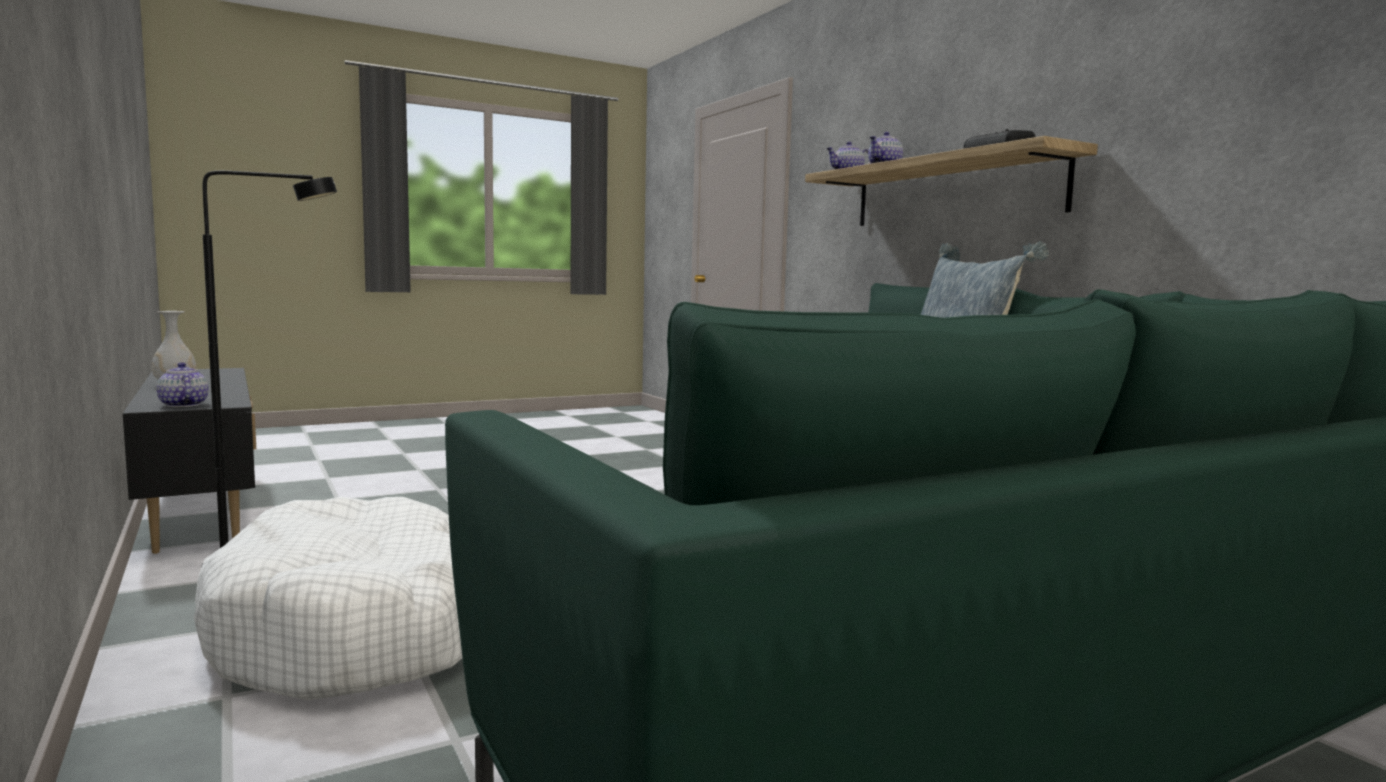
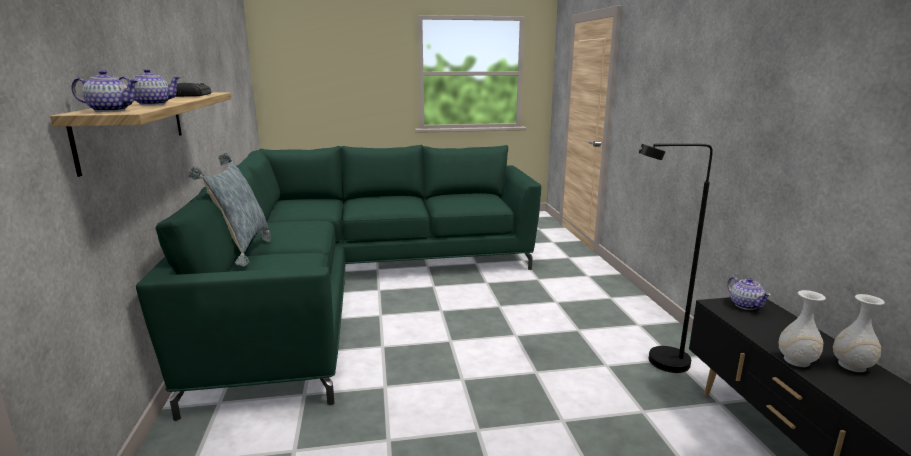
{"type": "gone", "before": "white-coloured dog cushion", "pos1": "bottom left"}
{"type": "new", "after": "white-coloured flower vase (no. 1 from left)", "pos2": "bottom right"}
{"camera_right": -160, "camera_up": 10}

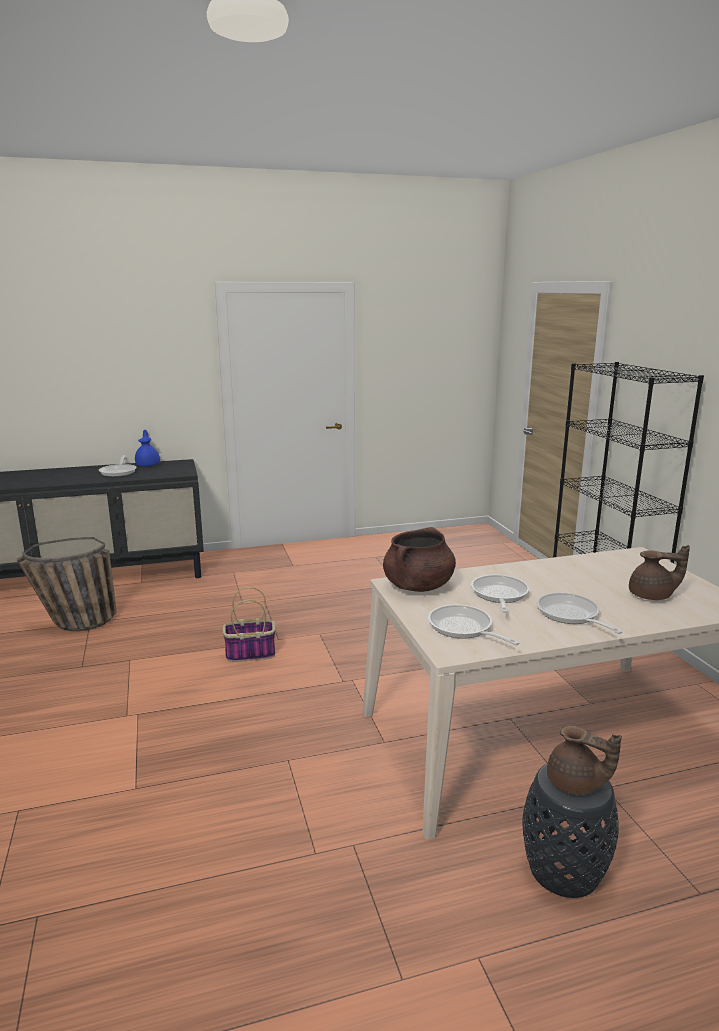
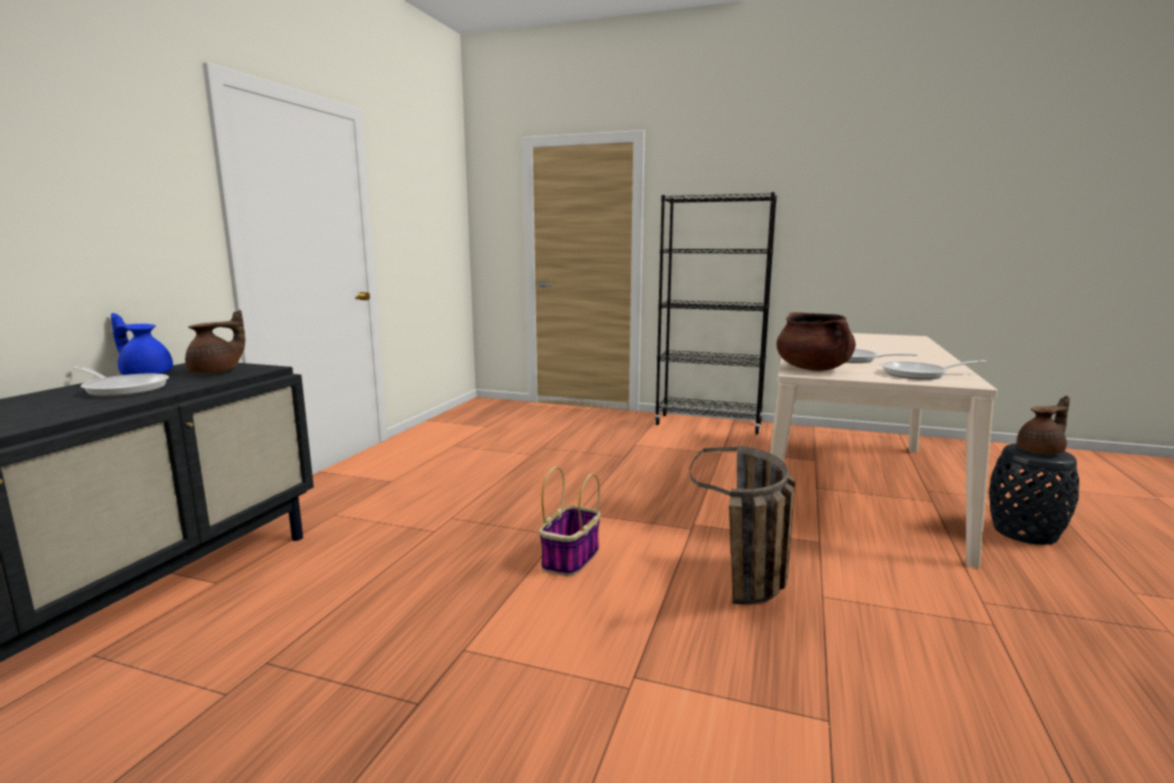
{"type": "gone", "before": "skillet (no. 4 from left)", "pos1": "middle right"}
{"type": "shifted", "before": "household basket (no. 1 from left in the first image)", "after": "household basket (no. 2 from left)", "pos1": "middle left", "pos2": "bottom centre"}
{"type": "shifted", "before": "brownish teapot (no. 2 from left in the first image)", "after": "brownish teapot (no. 1 from left)", "pos1": "middle right", "pos2": "middle left"}
{"camera_right": -55, "camera_up": -5}

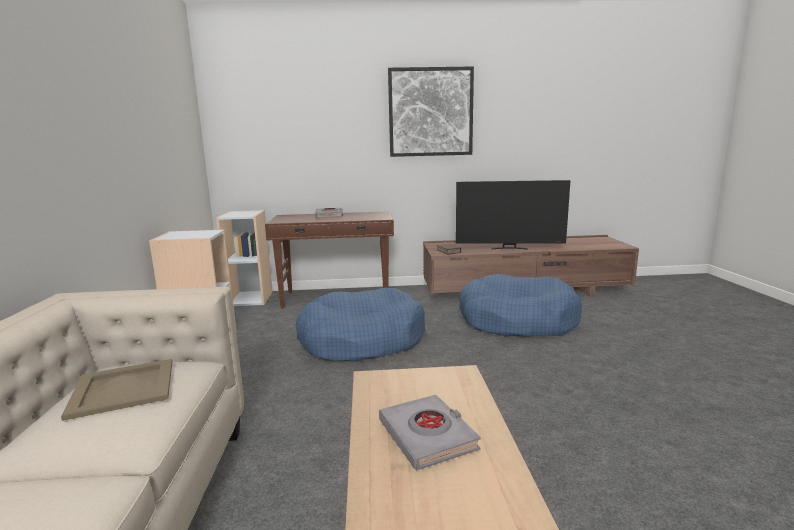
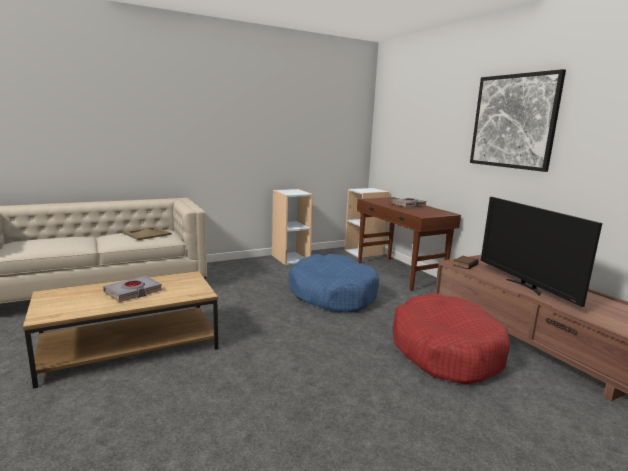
{"type": "repainted", "before": "blue-coloured dog cushion (no. 2 from left)", "after": "red-coloured dog cushion", "pos1": "centre", "pos2": "bottom right"}
{"camera_right": 65, "camera_up": 0}

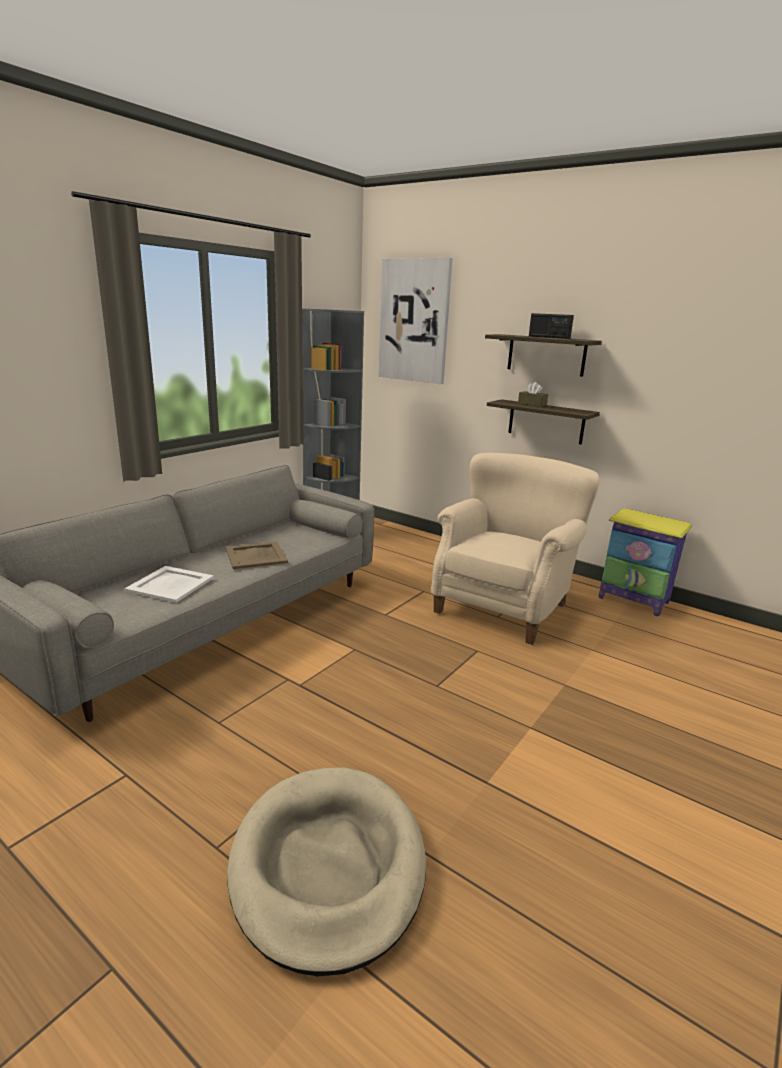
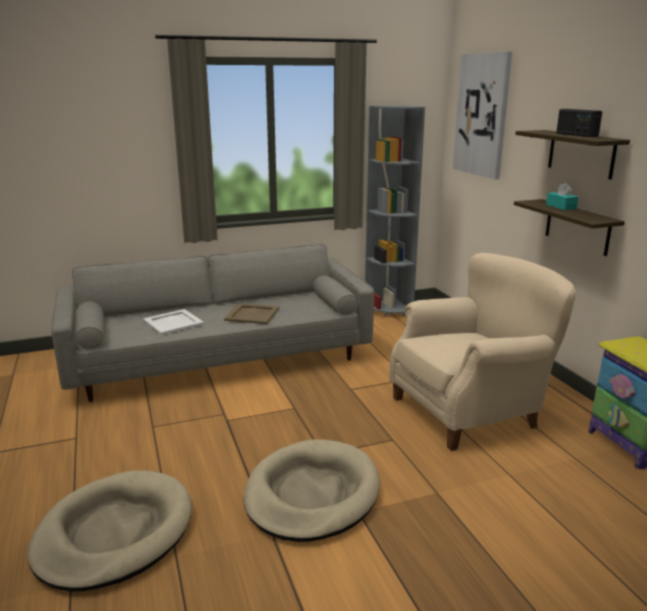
{"type": "new", "after": "sand-coloured dog cushion (no. 2 from left)", "pos2": "bottom centre"}
{"type": "repainted", "before": "brownish box of tissues", "after": "blue-green box of tissues", "pos1": "middle right", "pos2": "top right"}
{"camera_right": 35, "camera_up": 0}

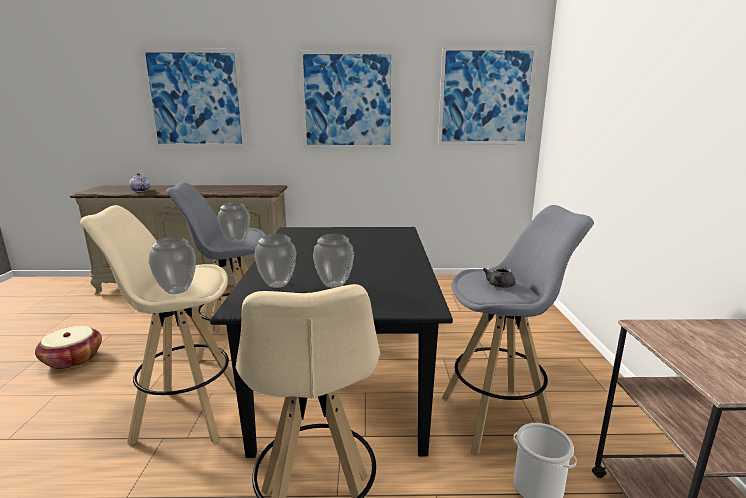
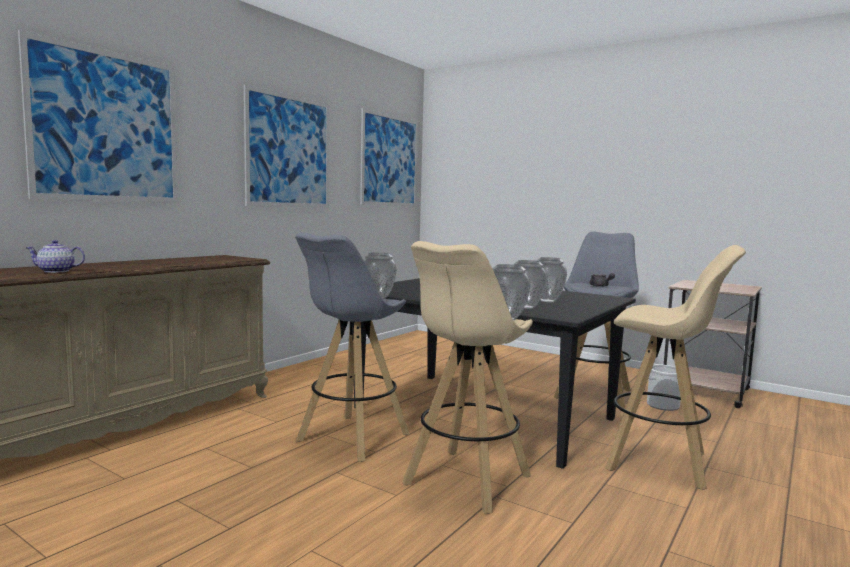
{"type": "gone", "before": "household basket", "pos1": "bottom left"}
{"camera_right": -55, "camera_up": -10}

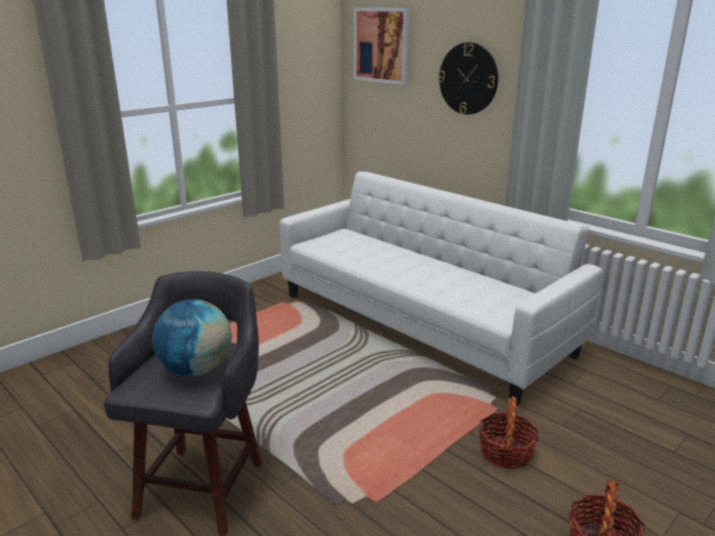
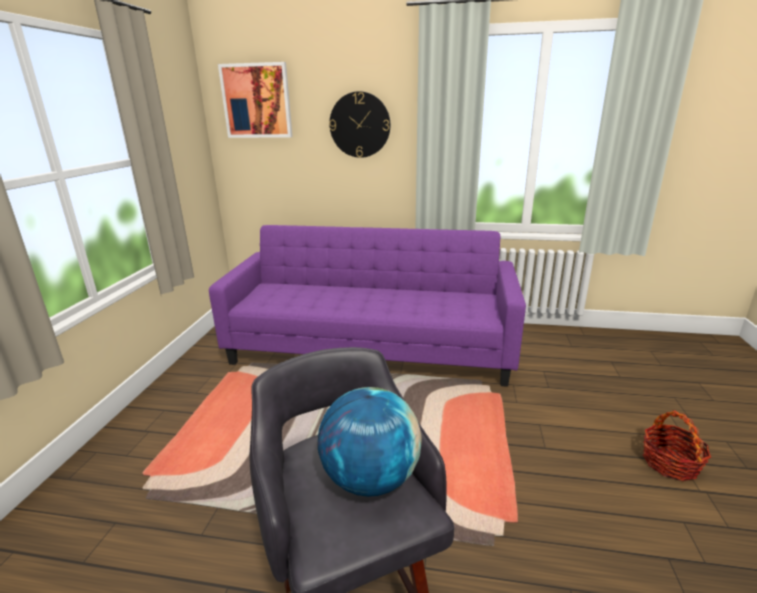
{"type": "gone", "before": "household basket (no. 1 from left)", "pos1": "bottom right"}
{"type": "repainted", "before": "white-coloured sofa", "after": "purple-coloured sofa", "pos1": "centre", "pos2": "centre"}
{"camera_right": -35, "camera_up": 0}

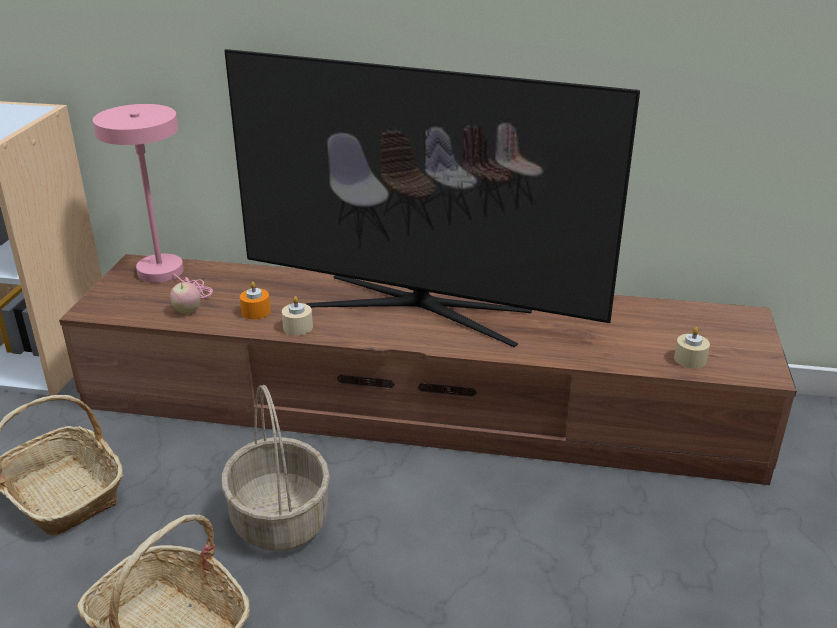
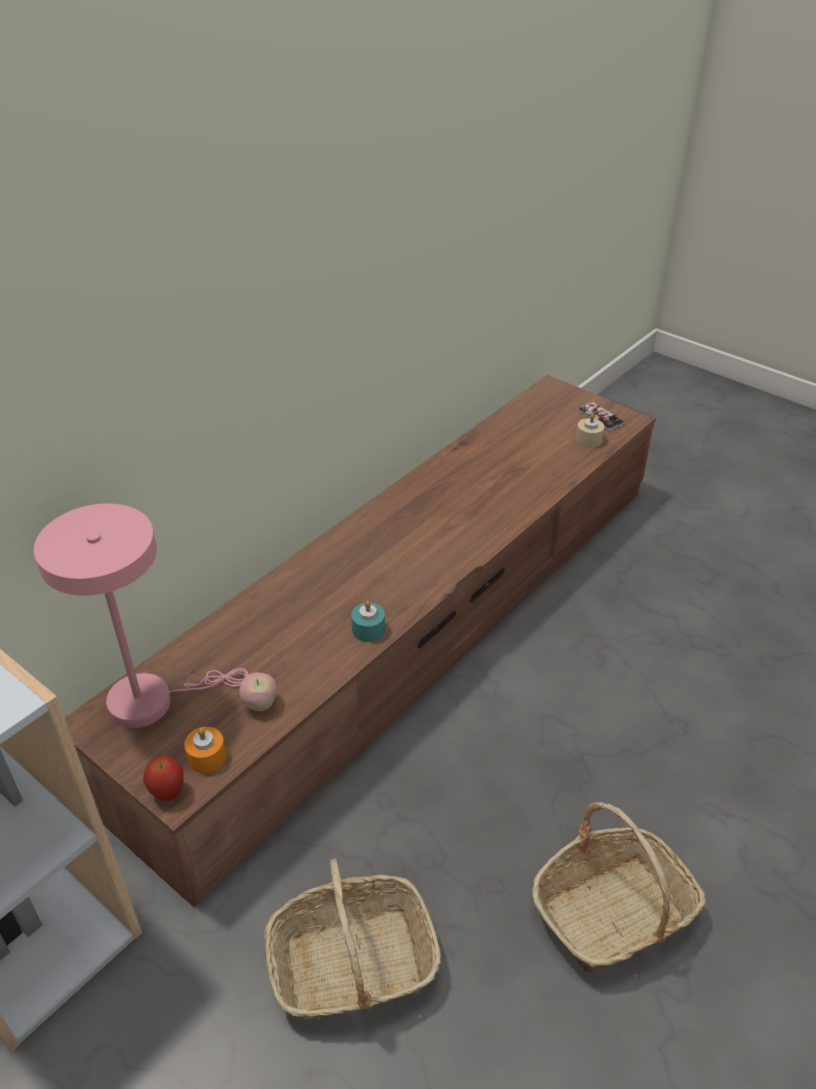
{"type": "gone", "before": "household basket (no. 3 from left)", "pos1": "bottom left"}
{"type": "gone", "before": "TV", "pos1": "top centre"}
{"type": "new", "after": "whole apple (no. 1 from left)", "pos2": "bottom left"}
{"type": "new", "after": "telephone", "pos2": "middle right"}
{"type": "shifted", "before": "orange-coloured wax light", "pos1": "middle left", "pos2": "bottom left"}
{"type": "repainted", "before": "sand-coloured wax light (no. 1 from left)", "after": "blue-green wax light", "pos1": "centre", "pos2": "centre"}
{"camera_right": -60, "camera_up": 10}

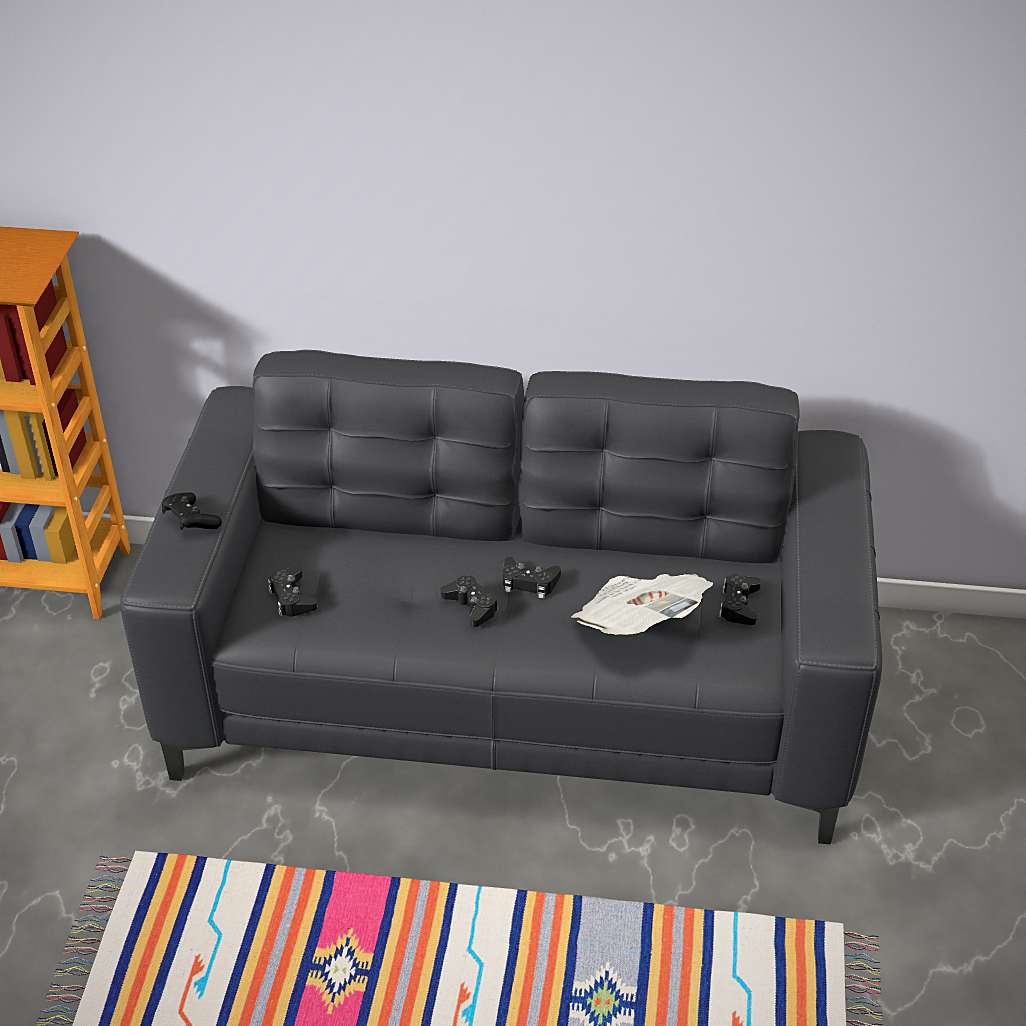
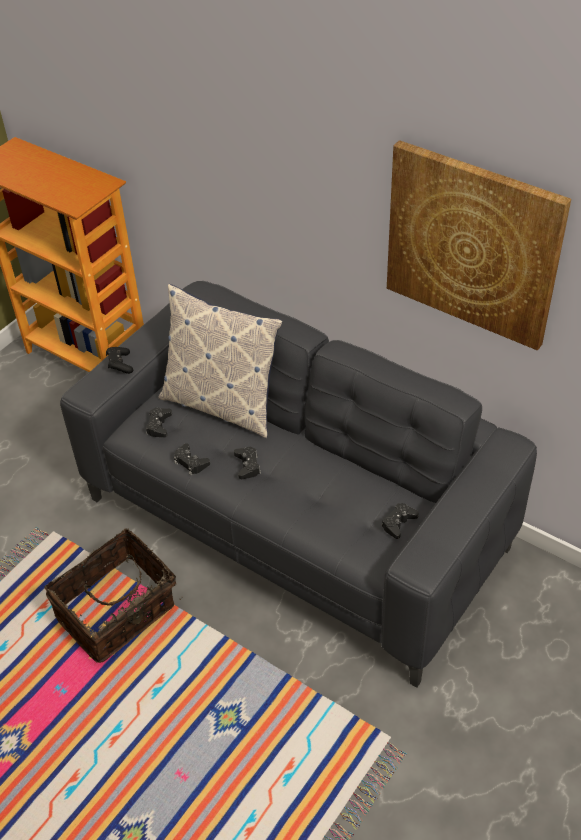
{"type": "gone", "before": "newspaper", "pos1": "centre"}
{"type": "new", "after": "household basket", "pos2": "bottom left"}
{"type": "new", "after": "throw pillow", "pos2": "centre"}
{"type": "new", "after": "wall picture", "pos2": "top right"}
{"type": "shifted", "before": "black gamepad (no. 4 from left in the first image)", "after": "black gamepad (no. 3 from left)", "pos1": "centre", "pos2": "middle left"}
{"camera_right": 30, "camera_up": 5}

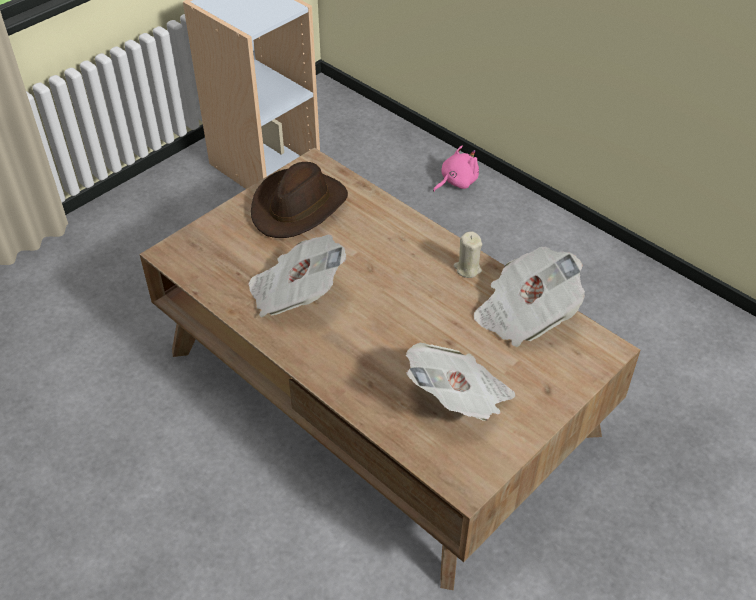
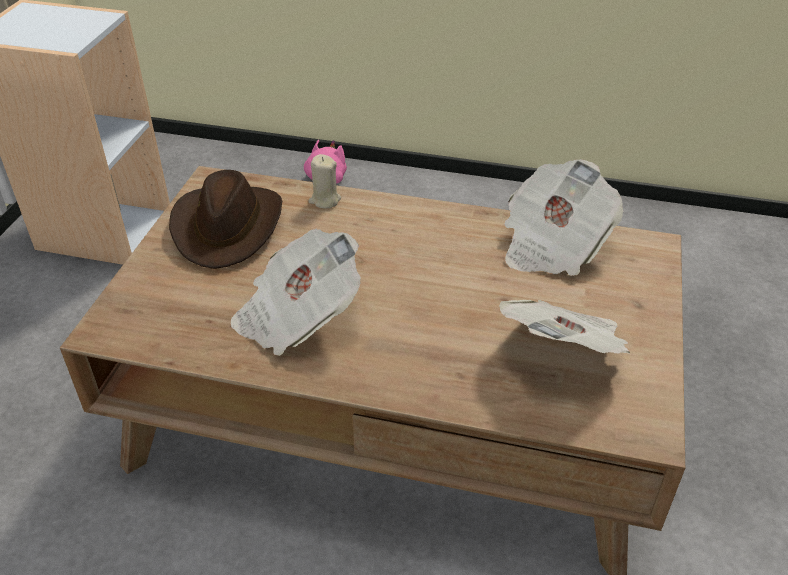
{"type": "shifted", "before": "sand-coloured wax light", "pos1": "centre", "pos2": "top centre"}
{"camera_right": -30, "camera_up": -5}

